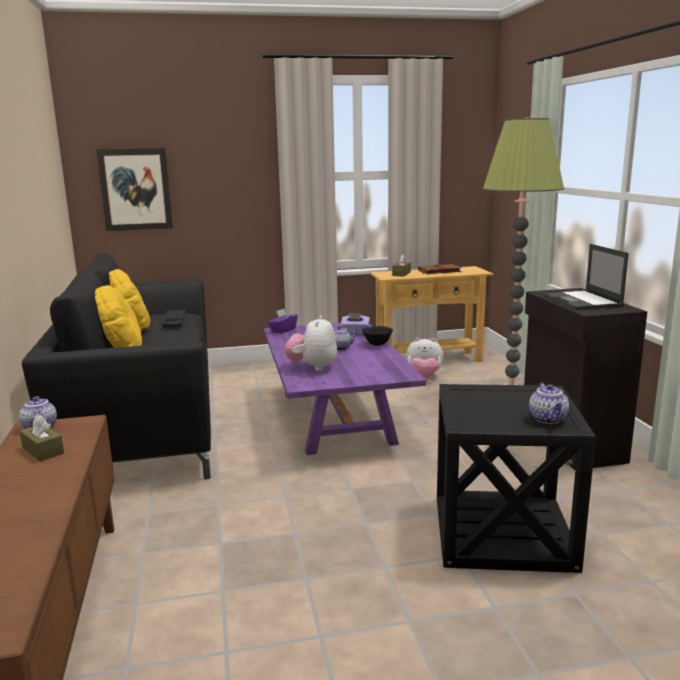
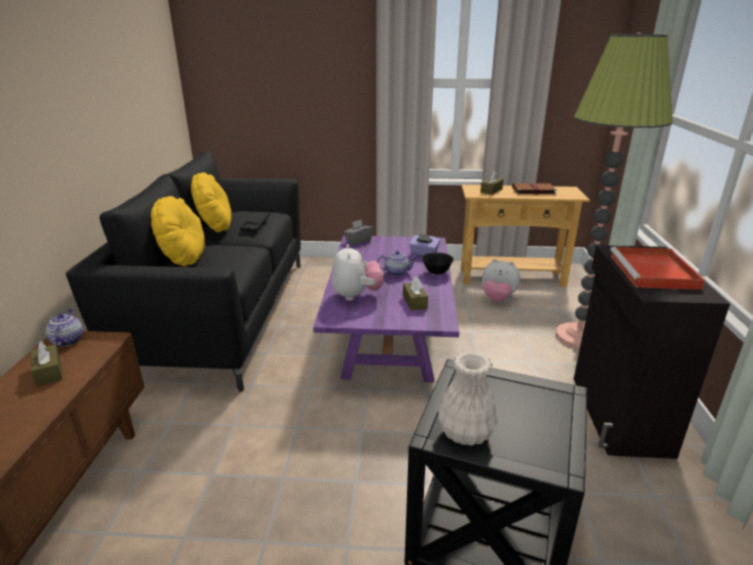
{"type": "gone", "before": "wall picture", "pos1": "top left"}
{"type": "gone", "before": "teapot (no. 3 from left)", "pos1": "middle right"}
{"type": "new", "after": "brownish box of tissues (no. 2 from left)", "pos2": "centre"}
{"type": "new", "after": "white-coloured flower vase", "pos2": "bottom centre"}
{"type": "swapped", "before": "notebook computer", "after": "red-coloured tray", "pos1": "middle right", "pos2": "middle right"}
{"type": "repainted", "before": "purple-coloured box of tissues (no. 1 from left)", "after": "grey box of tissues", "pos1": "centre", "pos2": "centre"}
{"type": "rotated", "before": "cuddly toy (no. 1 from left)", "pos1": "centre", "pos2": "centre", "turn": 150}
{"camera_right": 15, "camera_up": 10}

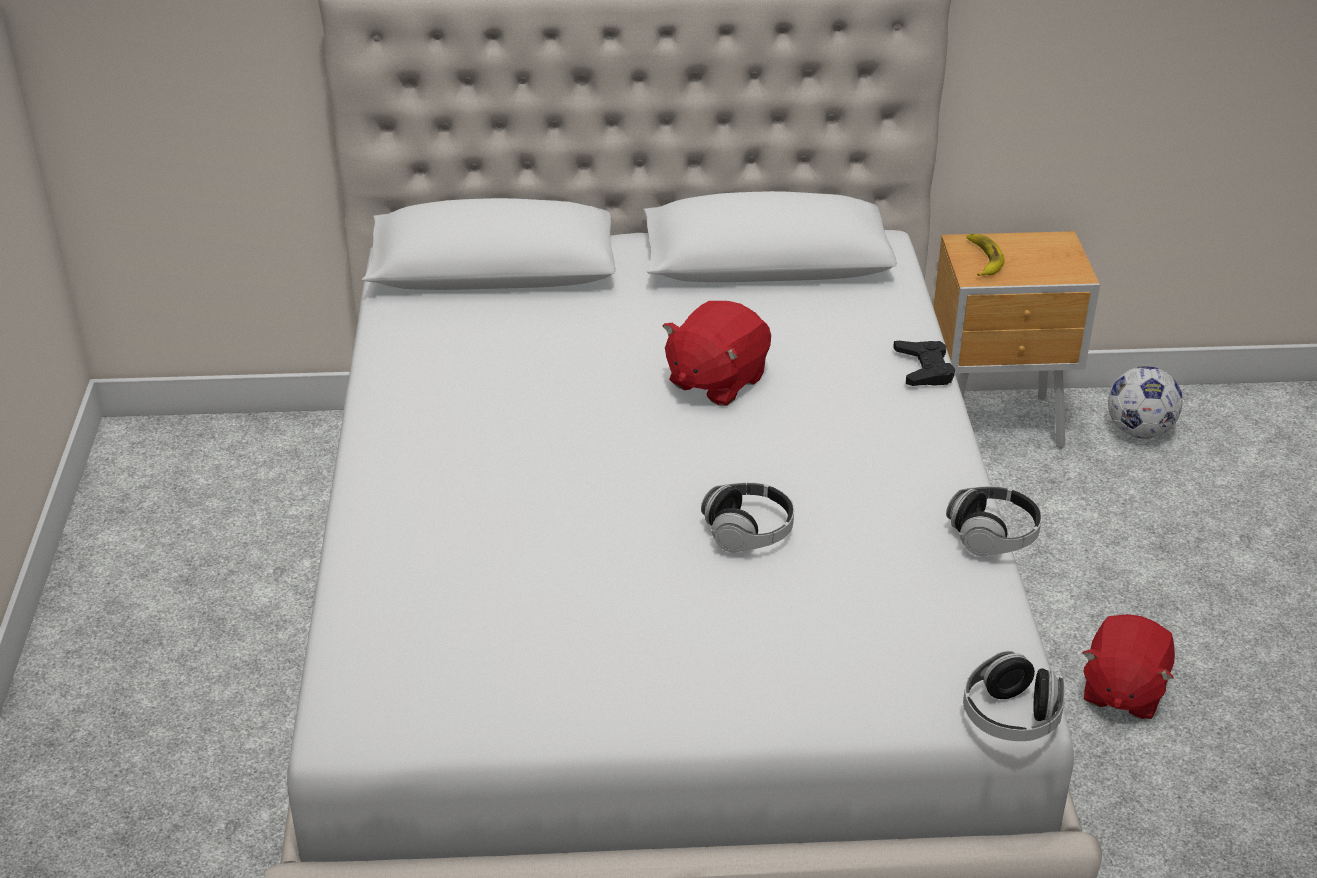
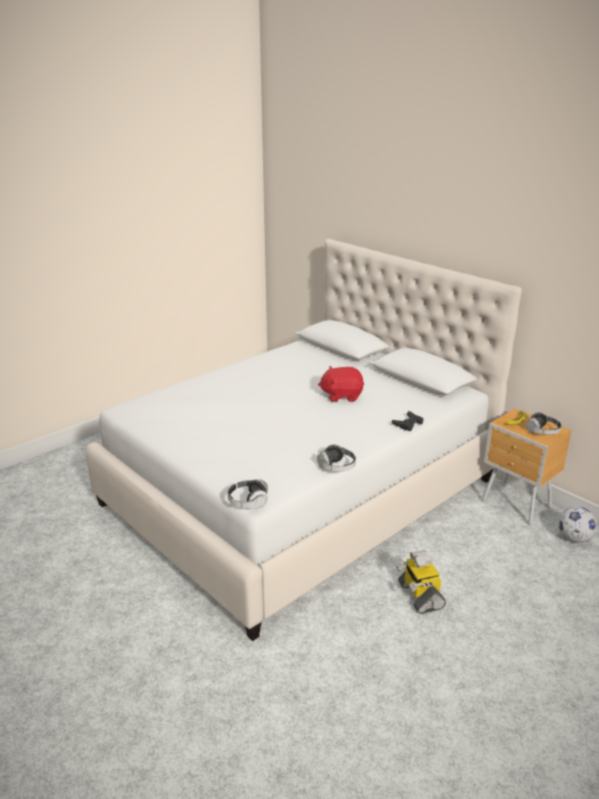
{"type": "shifted", "before": "pair of headphones (no. 1 from left in the first image)", "after": "pair of headphones (no. 3 from left)", "pos1": "centre", "pos2": "middle right"}
{"type": "swapped", "before": "red-coloured cuddly toy (no. 2 from left)", "after": "model robot", "pos1": "bottom right", "pos2": "bottom right"}
{"camera_right": 50, "camera_up": -10}

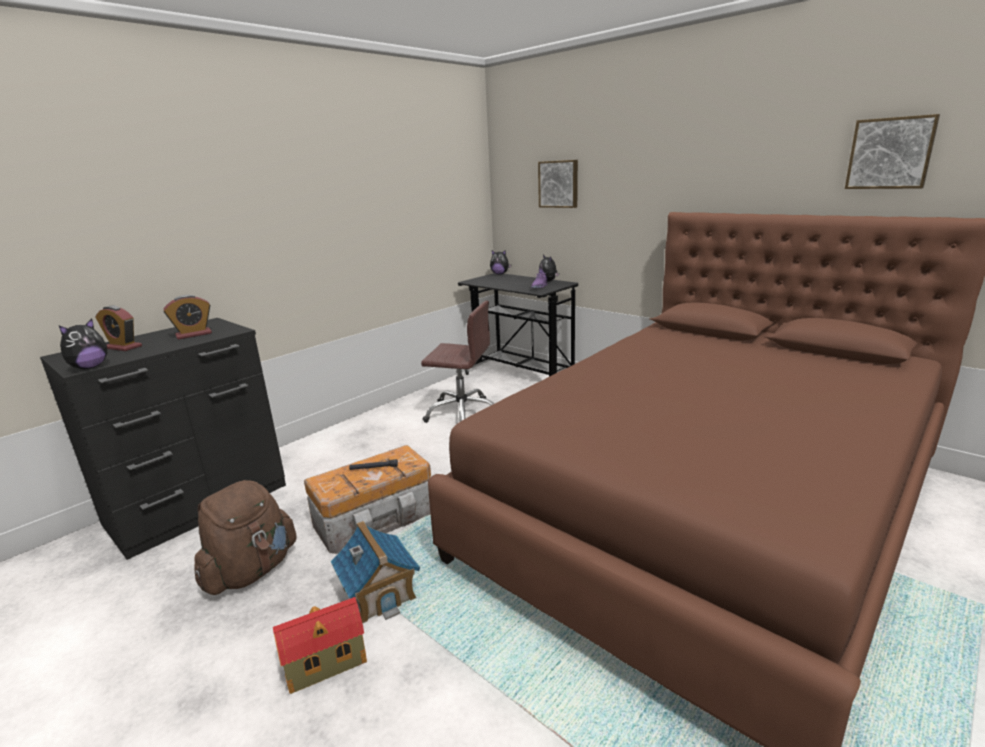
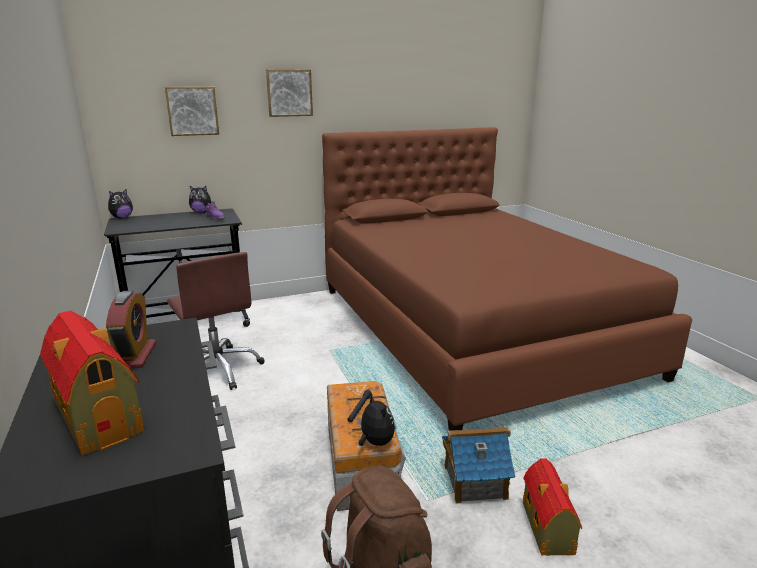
{"type": "shifted", "before": "cuddly toy (no. 1 from left in the first image)", "after": "cuddly toy (no. 3 from left)", "pos1": "middle left", "pos2": "bottom centre"}
{"type": "shifted", "before": "wall picture (no. 2 from left)", "pos1": "top right", "pos2": "top centre"}
{"type": "swapped", "before": "alarm clock (no. 1 from left)", "after": "miniature house (no. 1 from left)", "pos1": "middle left", "pos2": "bottom left"}
{"type": "rotated", "before": "brownish desk chair", "pos1": "centre", "pos2": "middle left", "turn": 105}
{"camera_right": -65, "camera_up": 0}

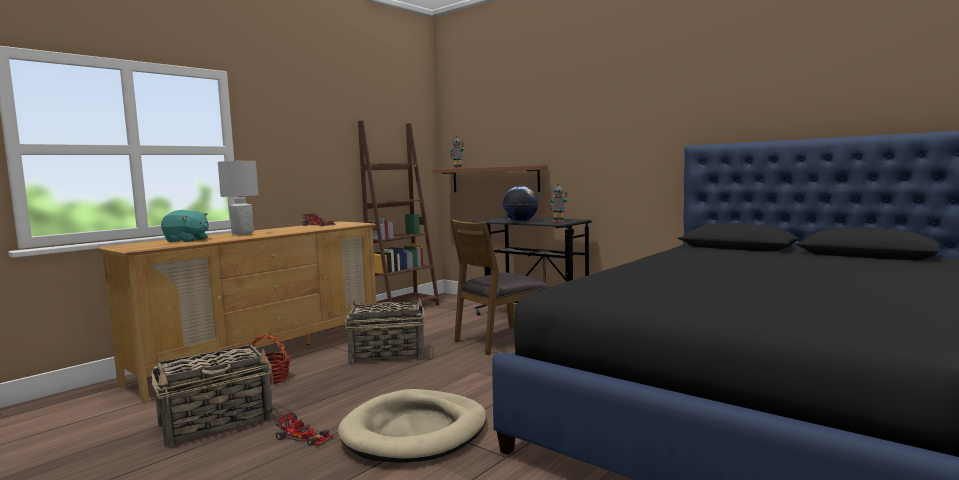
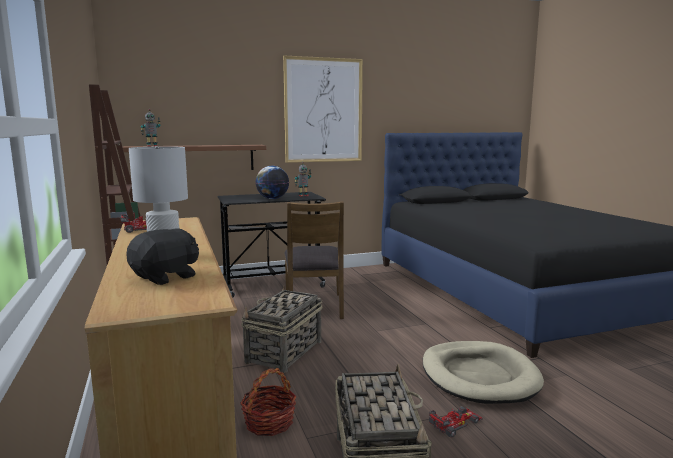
{"type": "new", "after": "wall picture", "pos2": "top centre"}
{"type": "repainted", "before": "blue-green cuddly toy", "after": "black cuddly toy", "pos1": "middle left", "pos2": "middle left"}
{"camera_right": -60, "camera_up": 5}

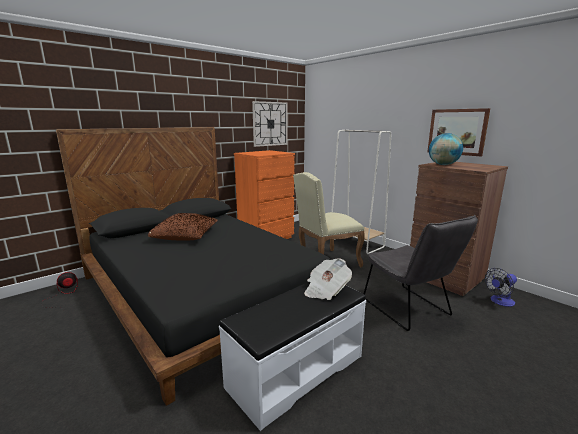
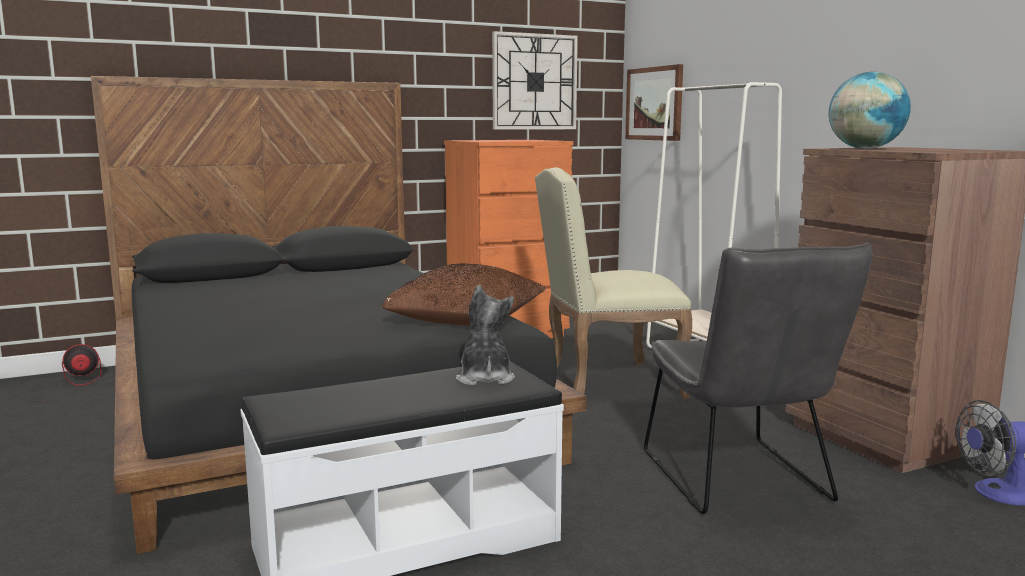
{"type": "shifted", "before": "brownish throw pillow", "pos1": "middle left", "pos2": "centre"}
{"type": "shifted", "before": "wall picture", "pos1": "top right", "pos2": "top centre"}
{"type": "swapped", "before": "newspaper", "after": "cuddly toy", "pos1": "centre", "pos2": "centre"}
{"camera_right": 15, "camera_up": -5}

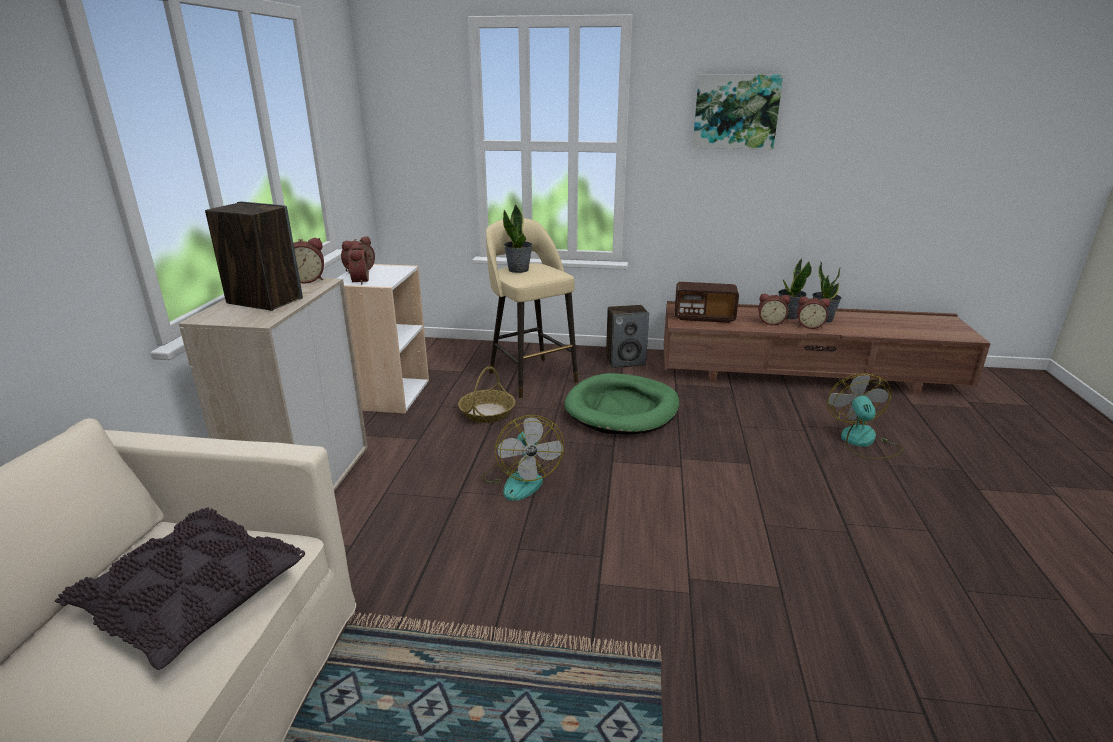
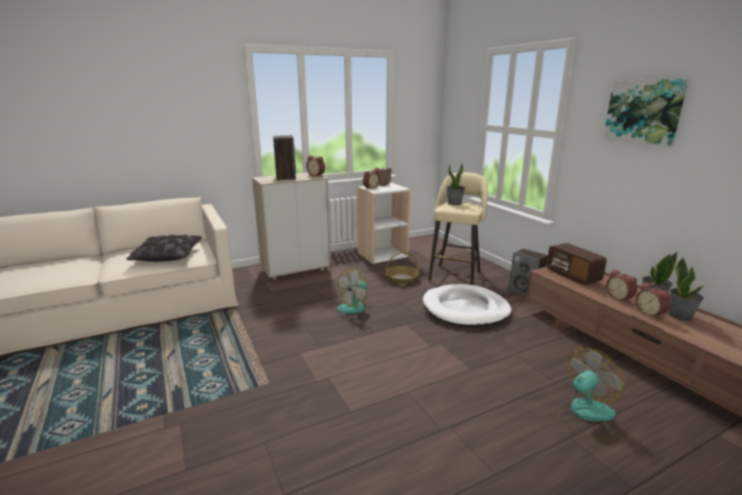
{"type": "repainted", "before": "greenish dog cushion", "after": "white-coloured dog cushion", "pos1": "centre", "pos2": "centre"}
{"camera_right": 55, "camera_up": -5}

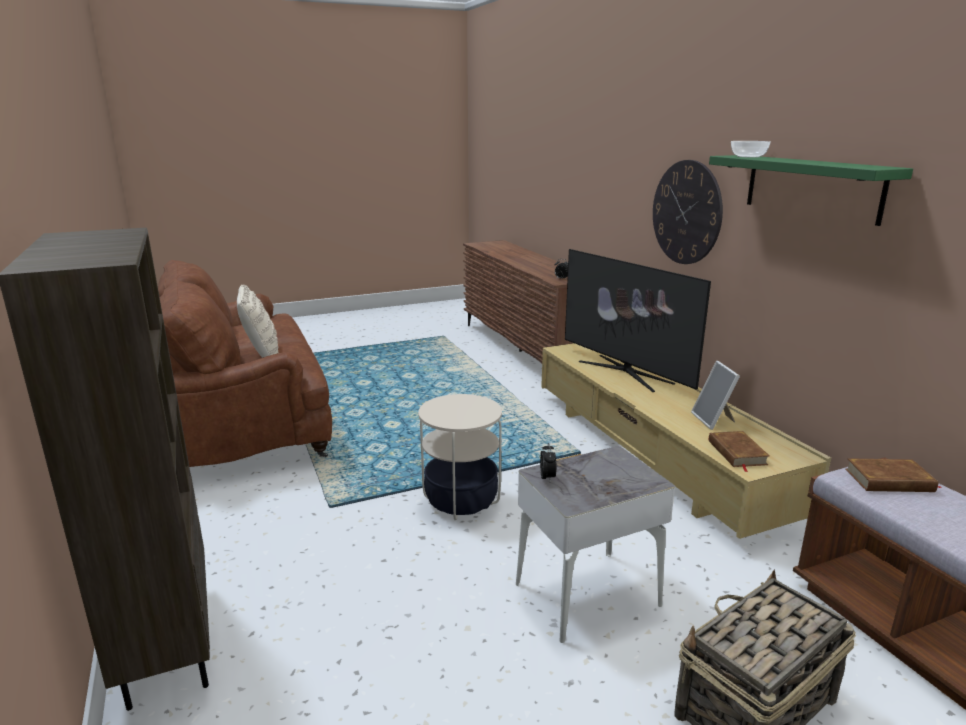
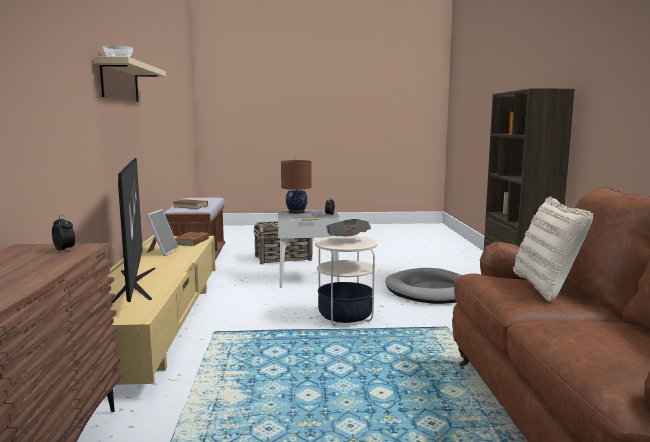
{"type": "gone", "before": "clock on the wall", "pos1": "top right"}
{"type": "new", "after": "brownish tabletop lamp", "pos2": "centre"}
{"type": "new", "after": "newspaper", "pos2": "centre"}
{"type": "new", "after": "grey dog cushion", "pos2": "centre"}
{"type": "repainted", "before": "greenish wall shelf", "after": "sand-coloured wall shelf", "pos1": "top right", "pos2": "top left"}
{"camera_right": -160, "camera_up": -10}

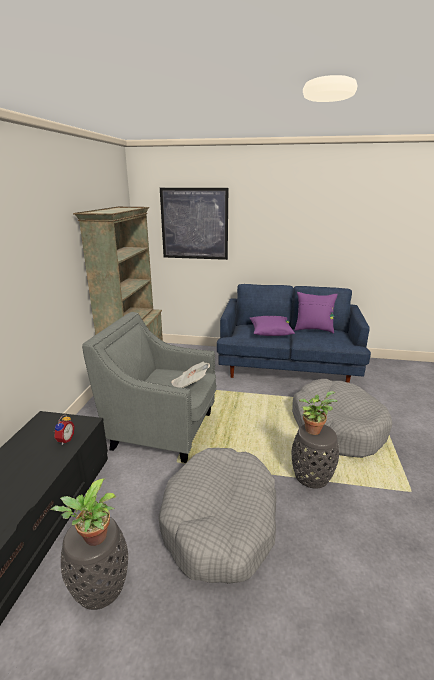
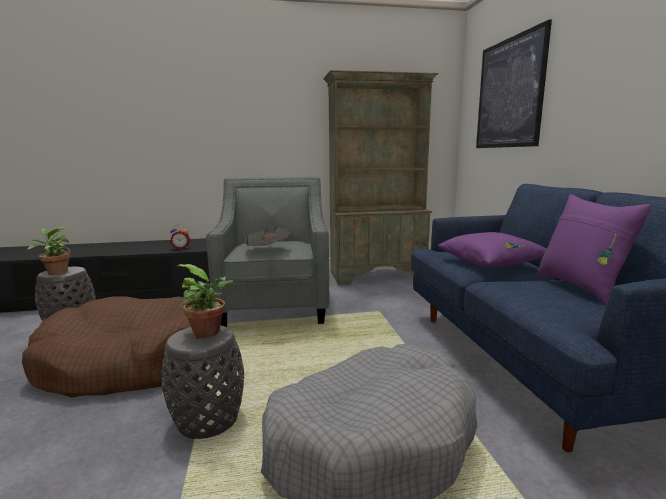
{"type": "repainted", "before": "grey dog cushion (no. 1 from left)", "after": "brownish dog cushion", "pos1": "bottom centre", "pos2": "bottom left"}
{"camera_right": 70, "camera_up": -10}

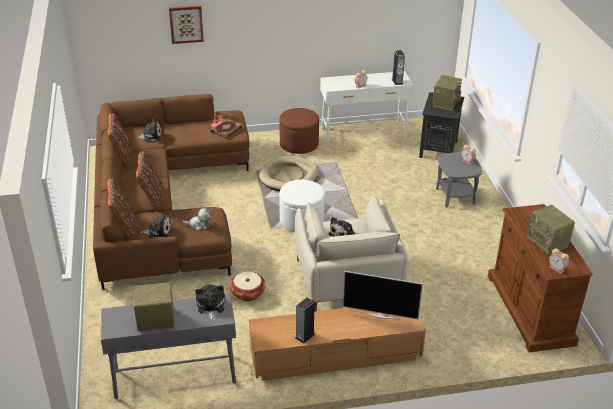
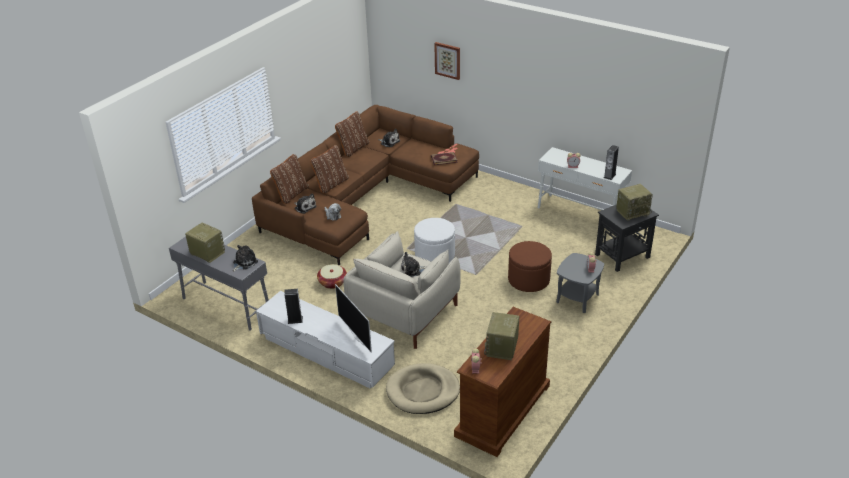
{"type": "shifted", "before": "sand-coloured dog cushion", "pos1": "centre", "pos2": "bottom centre"}
{"type": "shifted", "before": "brownish ottoman", "pos1": "top centre", "pos2": "centre"}
{"type": "repainted", "before": "brownish tv unit", "after": "white-coloured tv unit", "pos1": "bottom centre", "pos2": "bottom centre"}
{"camera_right": 45, "camera_up": 0}

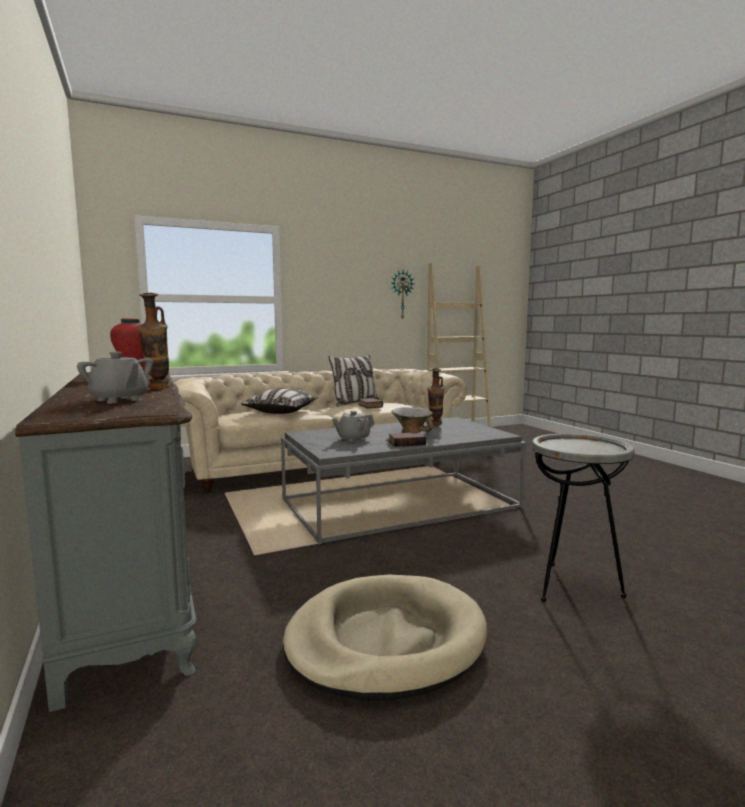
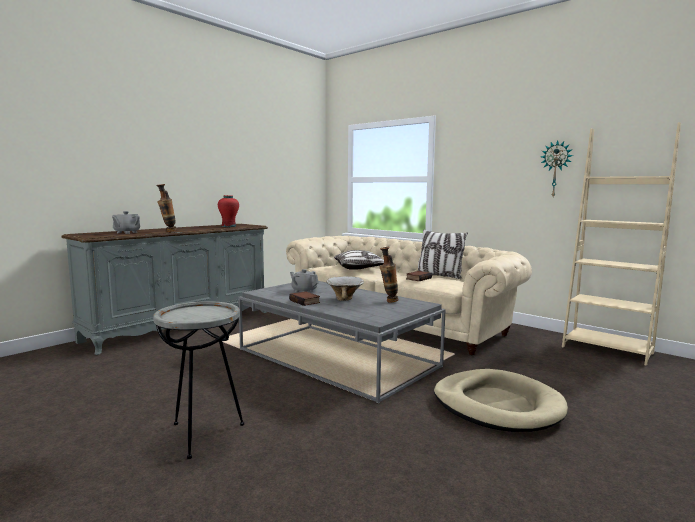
{"type": "shifted", "before": "sand-coloured dog cushion", "pos1": "bottom centre", "pos2": "bottom right"}
{"camera_right": 65, "camera_up": 0}

